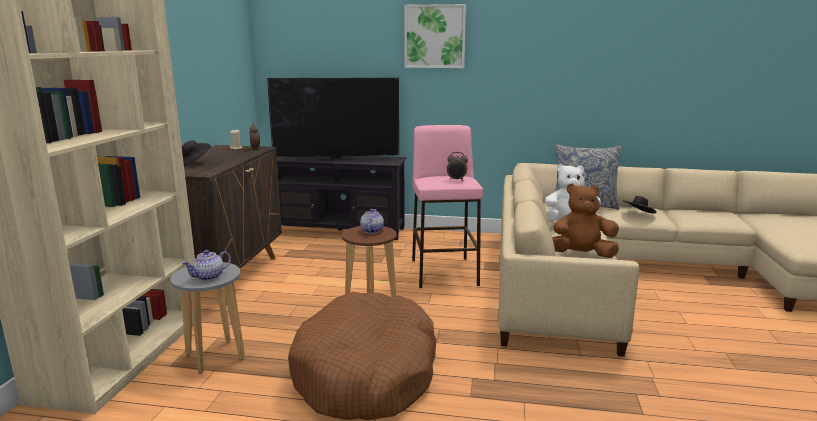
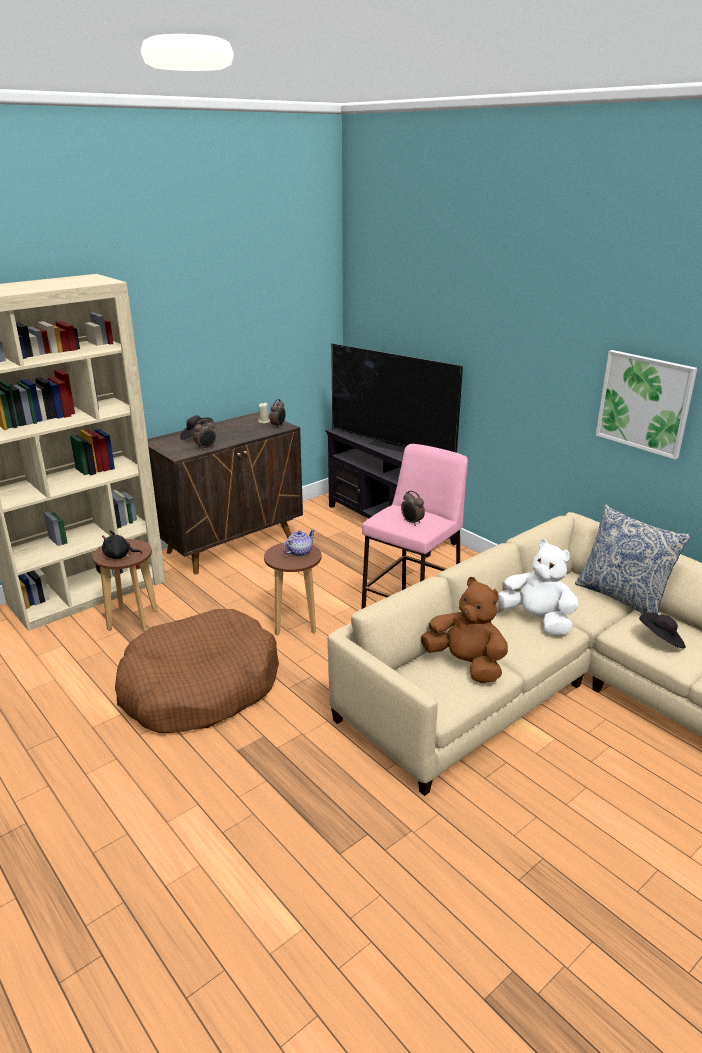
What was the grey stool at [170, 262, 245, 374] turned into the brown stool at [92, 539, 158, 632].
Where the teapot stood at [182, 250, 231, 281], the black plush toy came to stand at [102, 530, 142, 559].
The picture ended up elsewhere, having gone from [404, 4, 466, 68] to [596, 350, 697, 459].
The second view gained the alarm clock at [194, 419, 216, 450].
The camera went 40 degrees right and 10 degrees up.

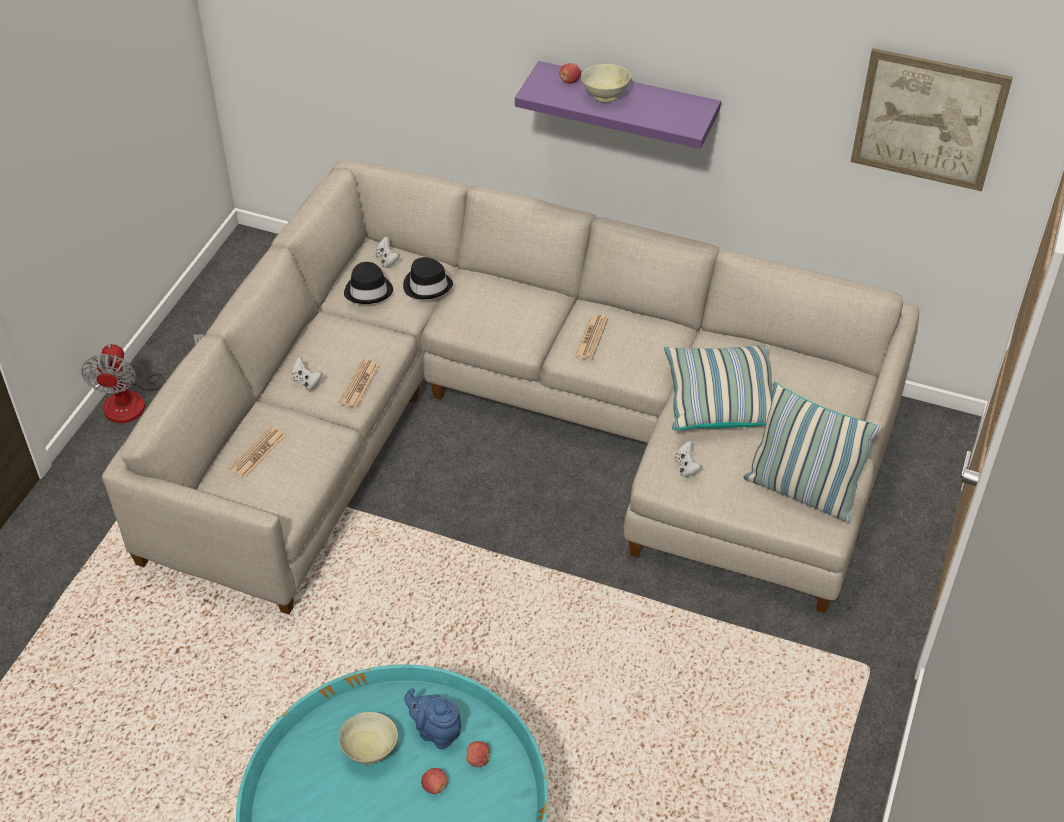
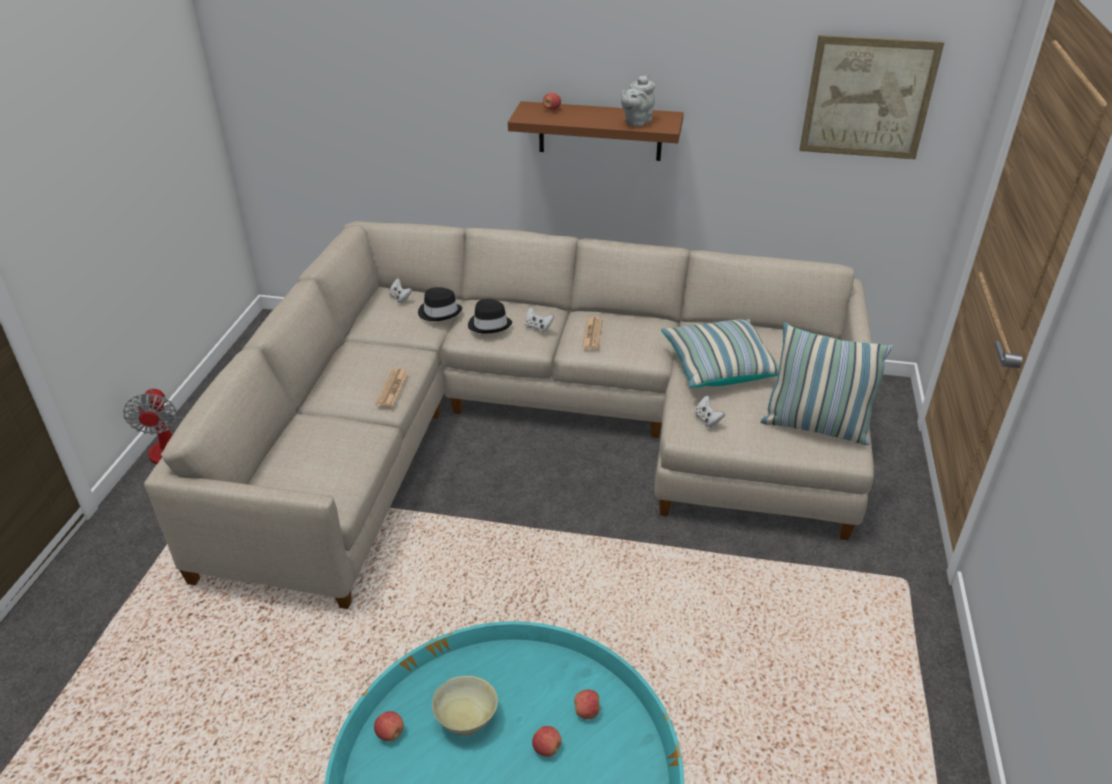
The second view lost the newspaper at [229, 427, 285, 478].
The white game controller ended up elsewhere, having gone from [291, 357, 323, 390] to [525, 308, 554, 332].
The black hat ended up elsewhere, having gone from [344, 262, 393, 304] to [468, 299, 512, 333].
The second view lost the blue teapot at [404, 688, 461, 749].
What was the purple shelf at [515, 61, 721, 149] turned into the brown shelf at [508, 101, 684, 161].
The second view lost the beige bowl at [581, 64, 631, 102].
The second view gained the apple at [374, 711, 404, 741].
The second view gained the grey teapot at [621, 75, 655, 127].
The camera went 10 degrees left and 10 degrees down.

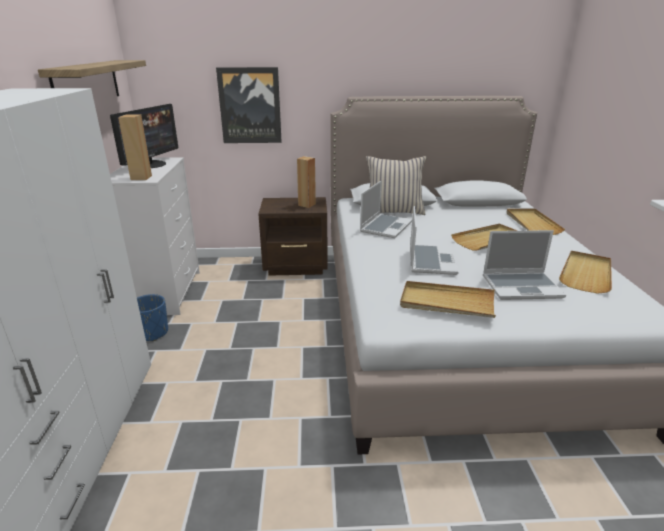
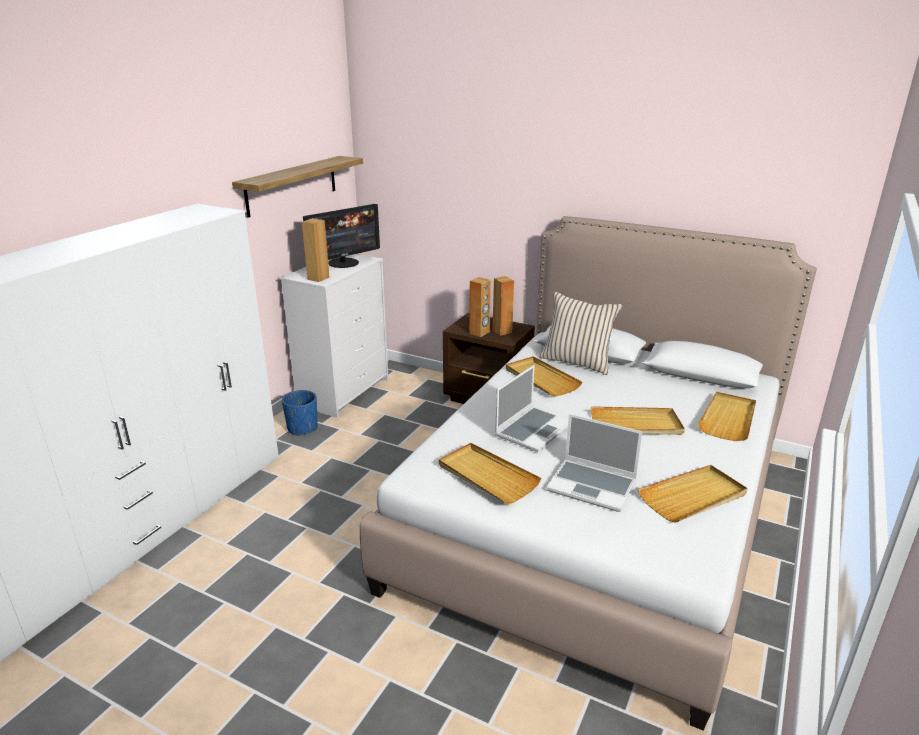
The second view lost the picture at [216, 67, 282, 143].
Where the laptop stood at [360, 181, 412, 238], the beige tray came to stand at [506, 356, 582, 397].
The second view gained the brown speaker at [469, 277, 491, 337].
The camera went 30 degrees right and 0 degrees up.

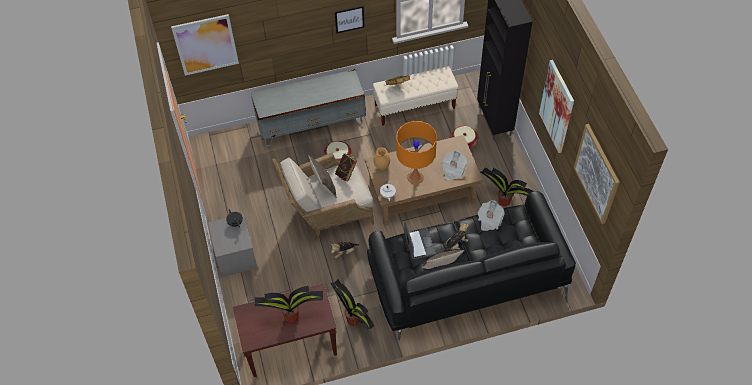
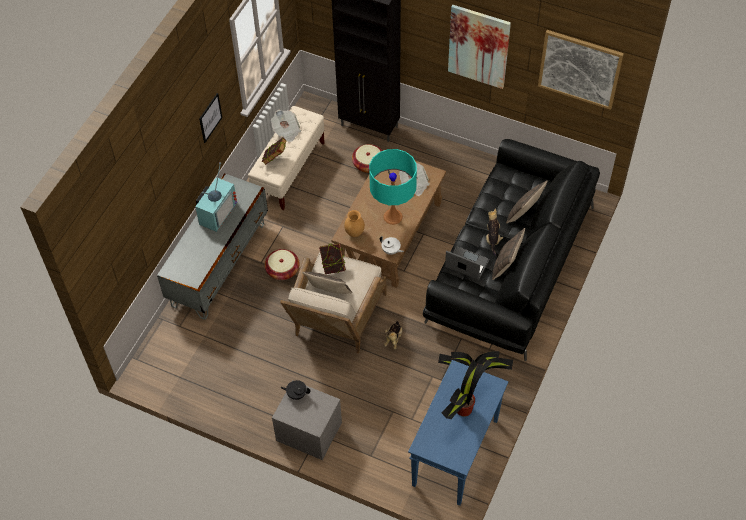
The second view lost the picture at [171, 14, 239, 75].
What was the brown console table at [233, 284, 337, 377] turned into the blue console table at [408, 360, 508, 506].
What was the orange table lamp at [396, 121, 437, 184] turned into the turquoise table lamp at [369, 149, 417, 225].
The newspaper ended up elsewhere, having gone from [478, 200, 505, 231] to [271, 110, 301, 143].
The second view lost the potted plant at [481, 167, 534, 206].
The second view gained the television at [195, 162, 237, 232].
The second view gained the pillow at [506, 180, 548, 224].
The camera went 50 degrees left and 0 degrees up.

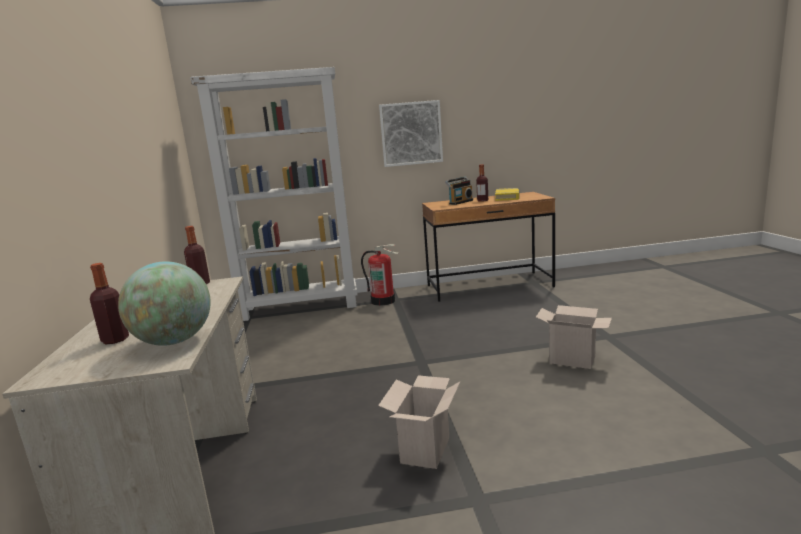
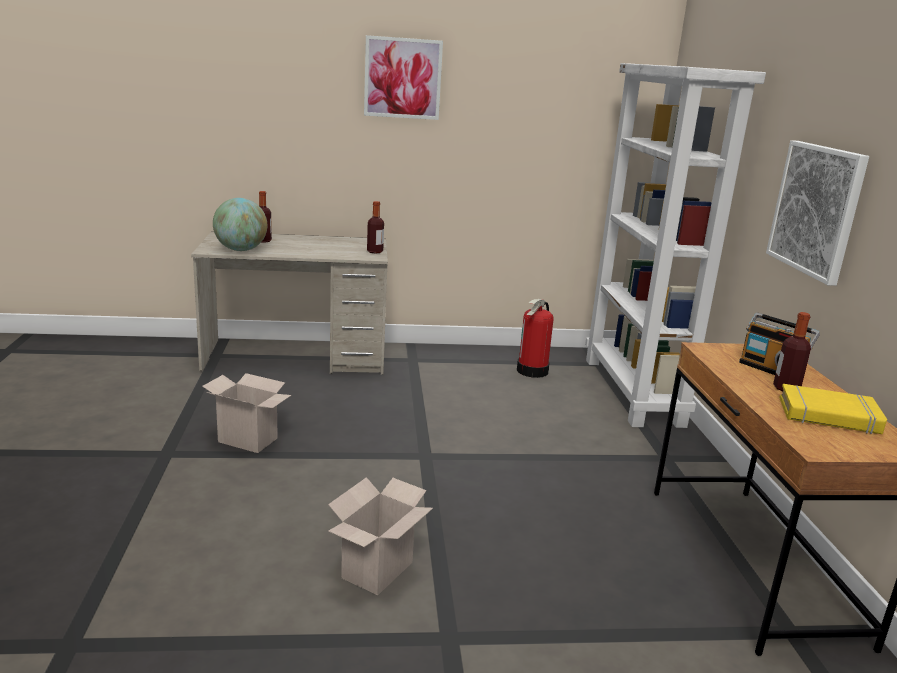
The fire extinguisher ended up elsewhere, having gone from [361, 244, 398, 306] to [517, 299, 553, 378].
The second view gained the picture at [364, 35, 443, 120].
The camera went 90 degrees right and 5 degrees up.

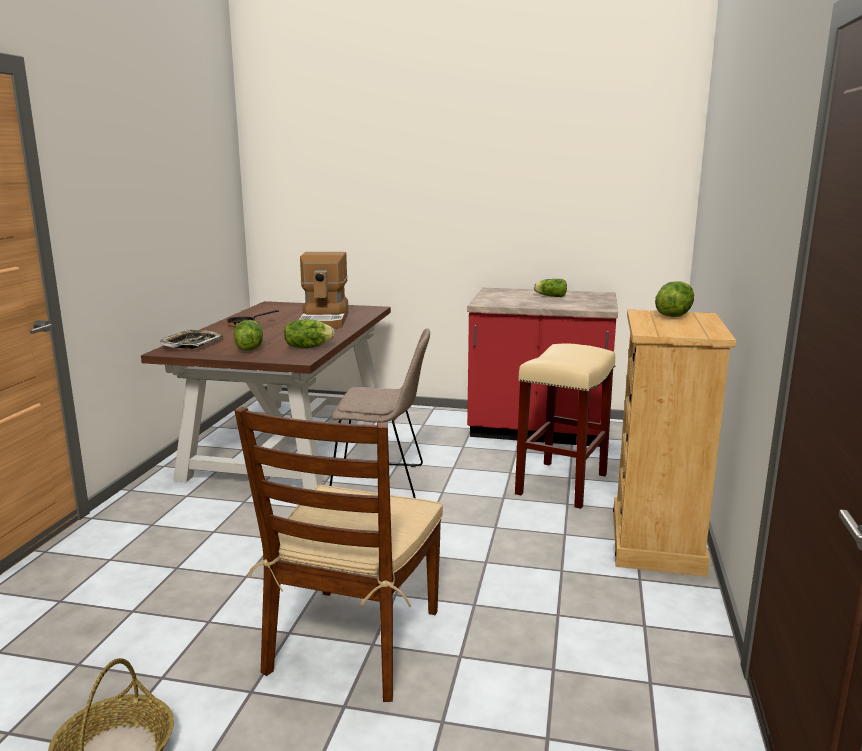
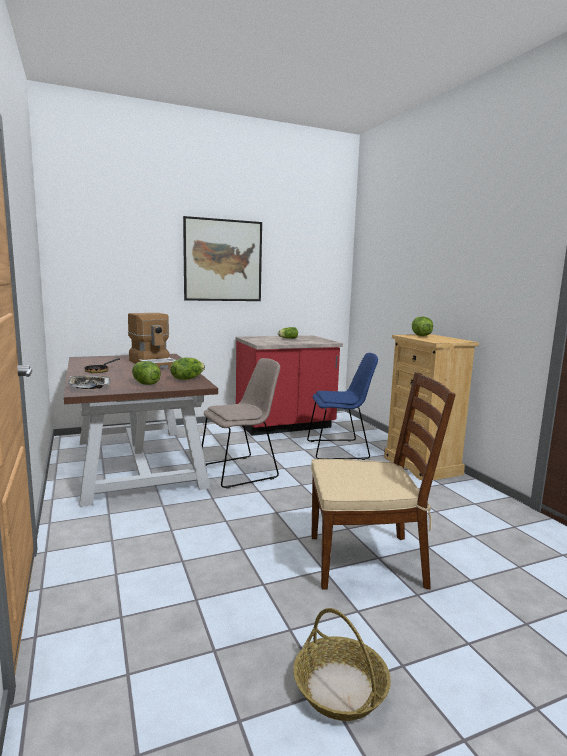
The brown chair at [234, 407, 443, 702] ended up facing another way, 75 degrees counterclockwise from before.
Where the beige stool stood at [515, 344, 616, 509], the blue chair came to stand at [307, 353, 378, 460].
The second view gained the picture at [183, 216, 262, 301].
The camera went 35 degrees left and 5 degrees down.

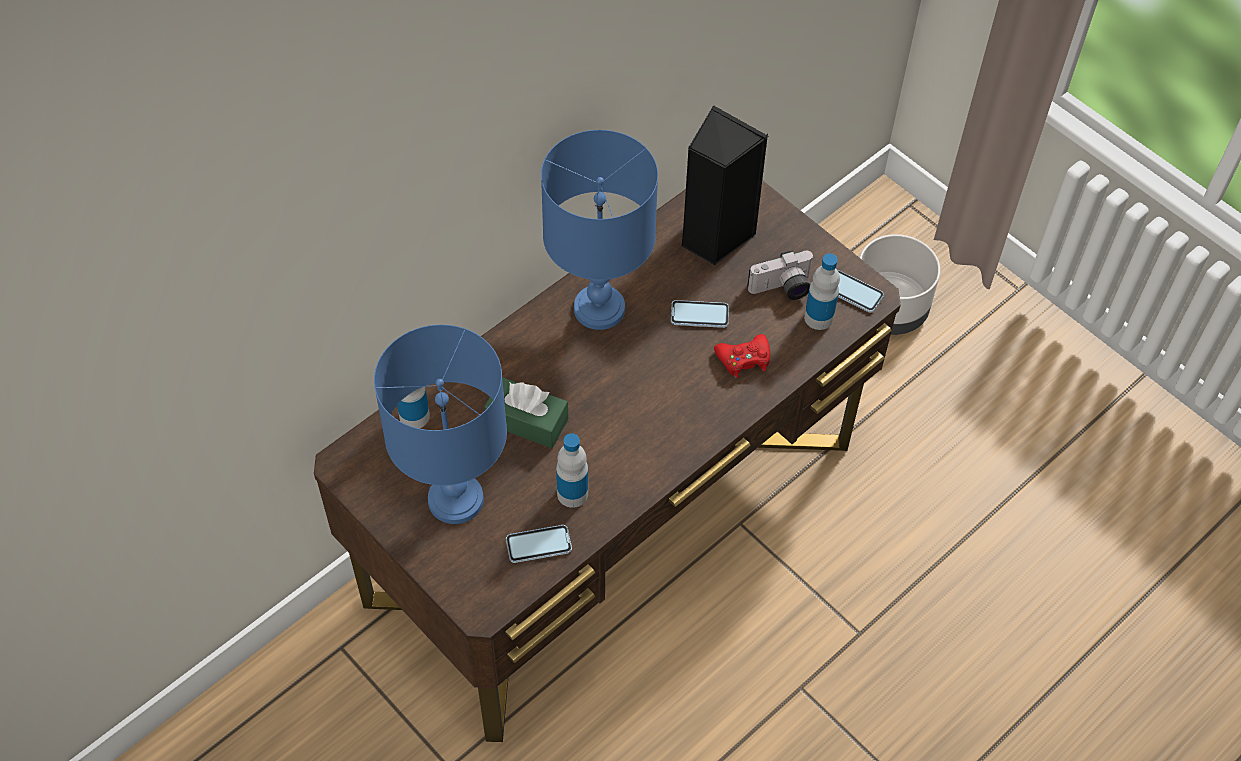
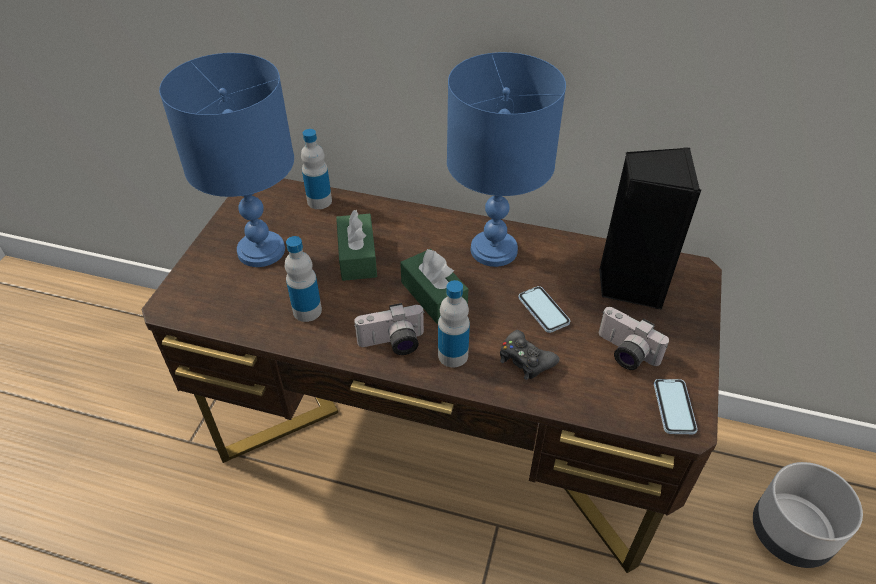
The second view lost the phone at [506, 525, 572, 563].
What was the red game controller at [714, 334, 770, 378] turned into the black game controller at [500, 330, 560, 380].
The bottle ended up elsewhere, having gone from [804, 253, 840, 330] to [438, 280, 470, 367].
The second view gained the photo camera at [354, 303, 425, 355].
The second view gained the green tissue box at [400, 249, 468, 324].
The camera went 60 degrees right and 10 degrees down.

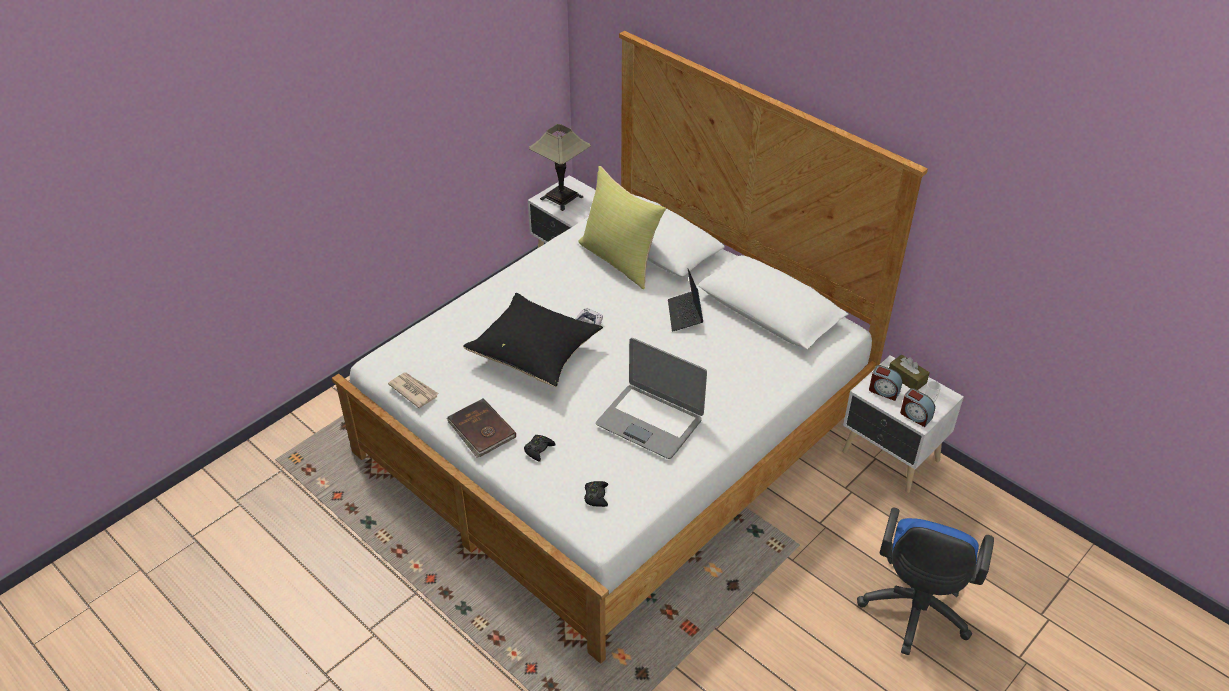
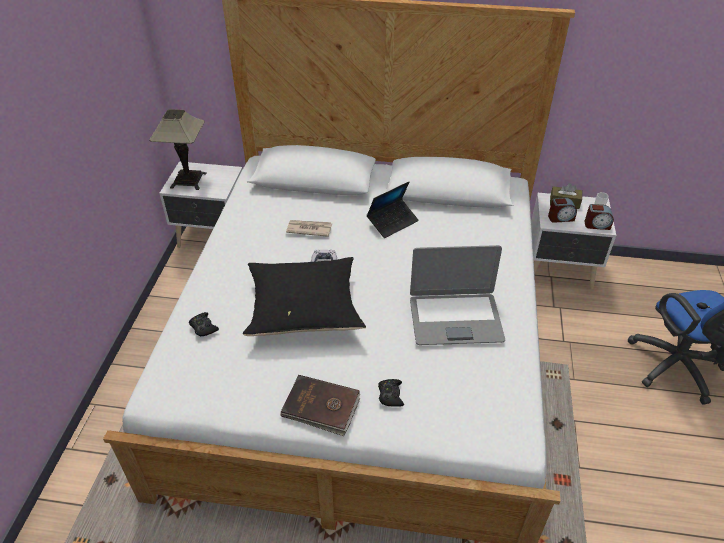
The newspaper ended up elsewhere, having gone from [388, 372, 439, 408] to [286, 220, 332, 237].
The second view lost the yellow pillow at [578, 166, 666, 289].
The black game controller ended up elsewhere, having gone from [584, 481, 608, 507] to [189, 312, 219, 336].
The laptop at [668, 269, 703, 332] ended up facing another way, 90 degrees counterclockwise from before.
The camera went 35 degrees left and 0 degrees up.

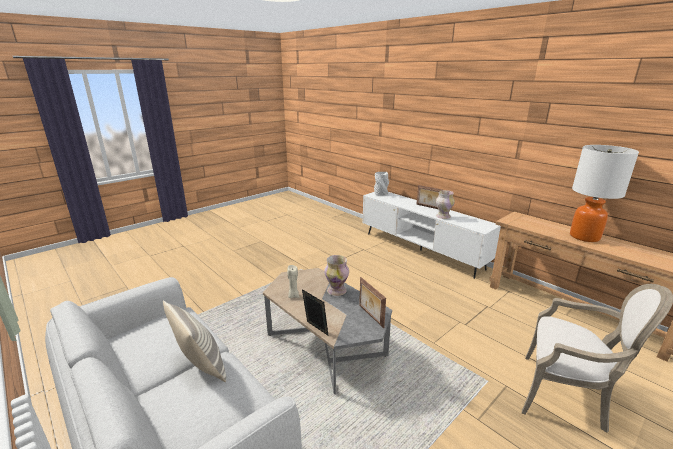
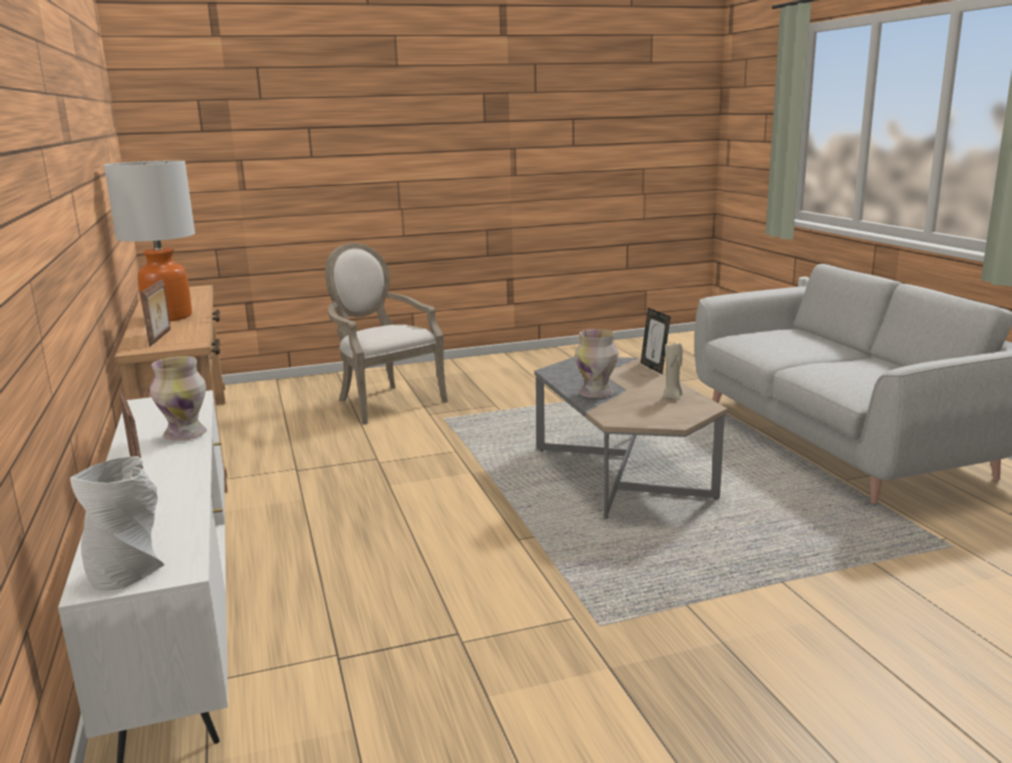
The second view lost the pillow at [163, 300, 226, 382].
The picture frame ended up elsewhere, having gone from [359, 277, 386, 328] to [140, 279, 171, 347].
The camera went 155 degrees left and 5 degrees down.

